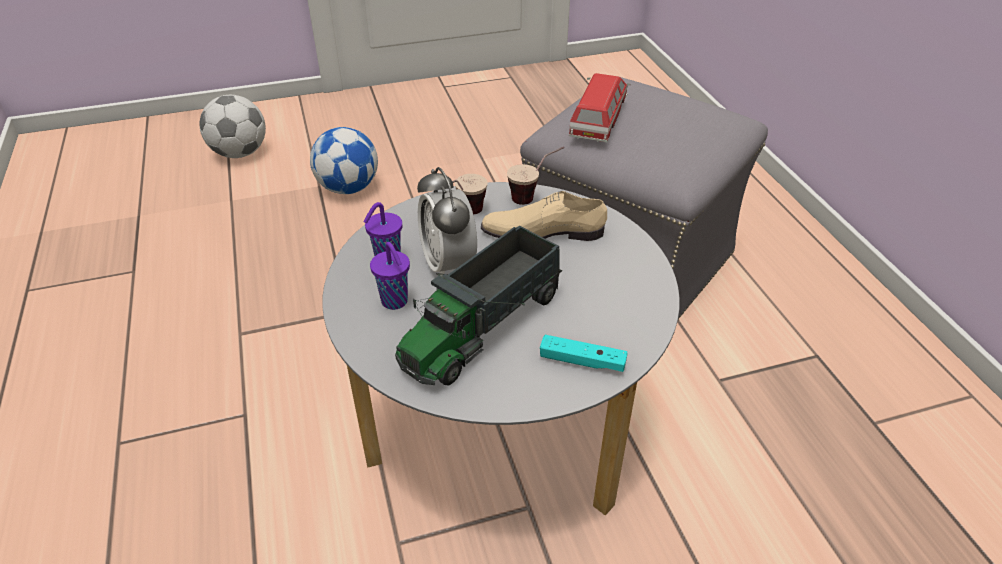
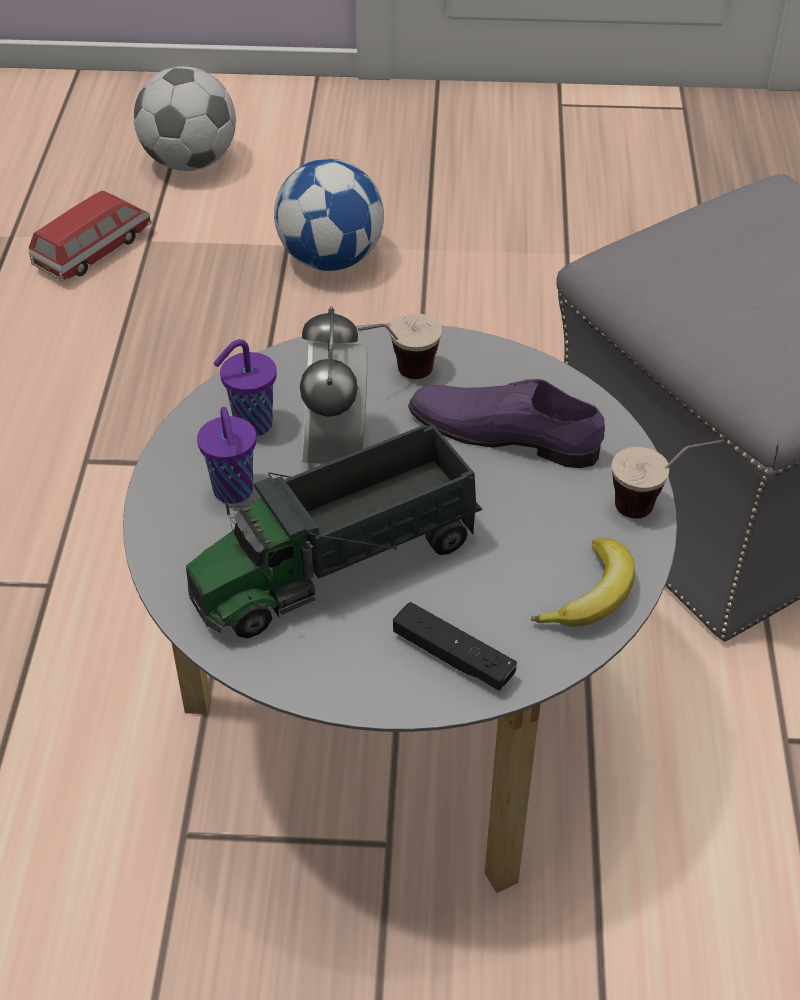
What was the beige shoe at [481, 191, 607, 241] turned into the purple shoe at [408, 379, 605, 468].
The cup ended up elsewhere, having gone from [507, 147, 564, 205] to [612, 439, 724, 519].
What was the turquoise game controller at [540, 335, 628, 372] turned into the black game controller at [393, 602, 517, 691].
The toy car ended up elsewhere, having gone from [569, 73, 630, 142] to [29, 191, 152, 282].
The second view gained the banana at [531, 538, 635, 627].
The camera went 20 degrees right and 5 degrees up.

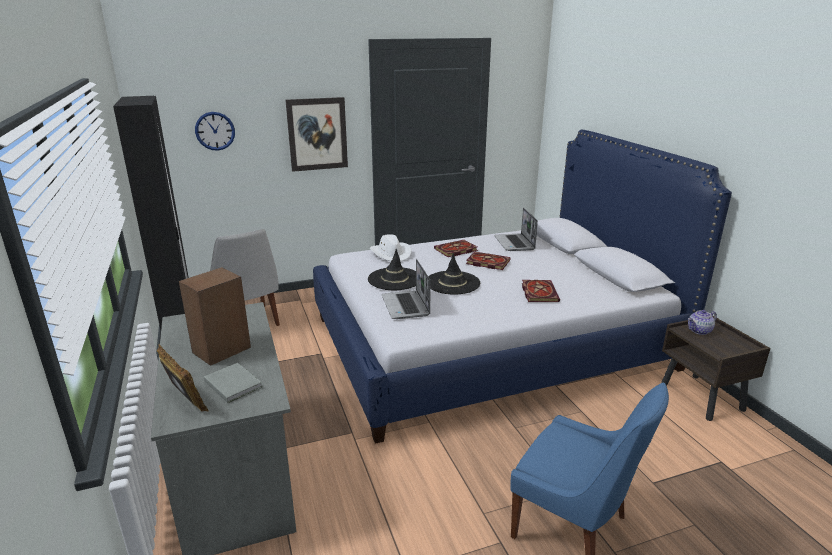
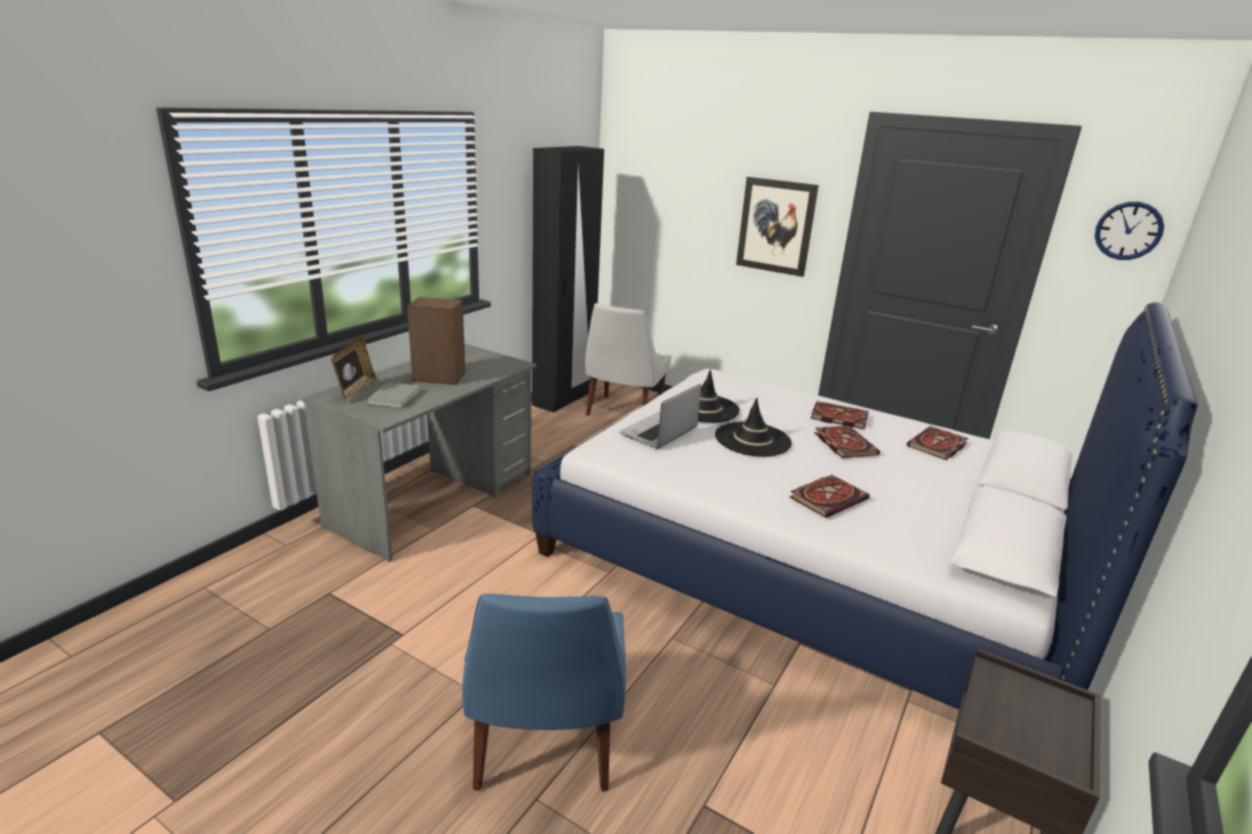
The wall clock ended up elsewhere, having gone from [195, 112, 235, 151] to [1095, 202, 1164, 260].
The second view lost the white hat at [370, 234, 412, 262].
Where the laptop stood at [494, 208, 538, 251], the book came to stand at [907, 426, 968, 460].
The second view lost the teapot at [688, 310, 717, 335].
The camera went 50 degrees right and 0 degrees up.

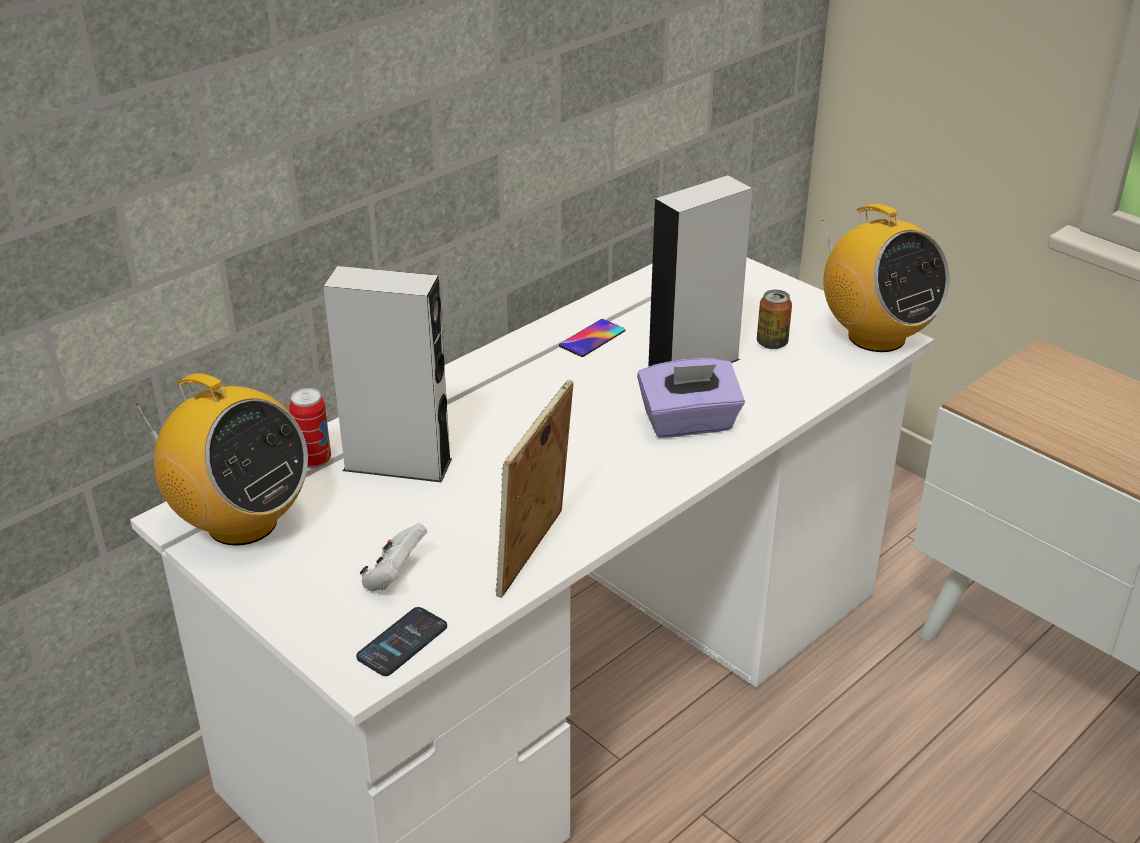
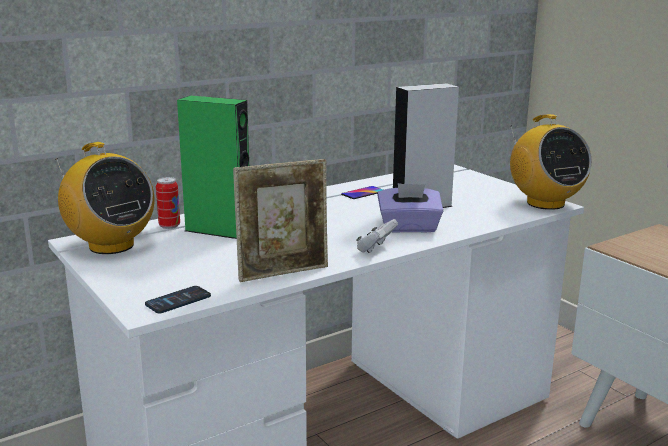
What was the grey speaker at [323, 266, 452, 482] turned into the green speaker at [177, 96, 249, 239].
The white game controller ended up elsewhere, having gone from [360, 523, 427, 592] to [356, 219, 398, 253].
The picture frame at [495, 380, 573, 598] ended up facing another way, 150 degrees counterclockwise from before.
The second view lost the can at [757, 289, 792, 349].
The camera went 10 degrees right and 15 degrees down.

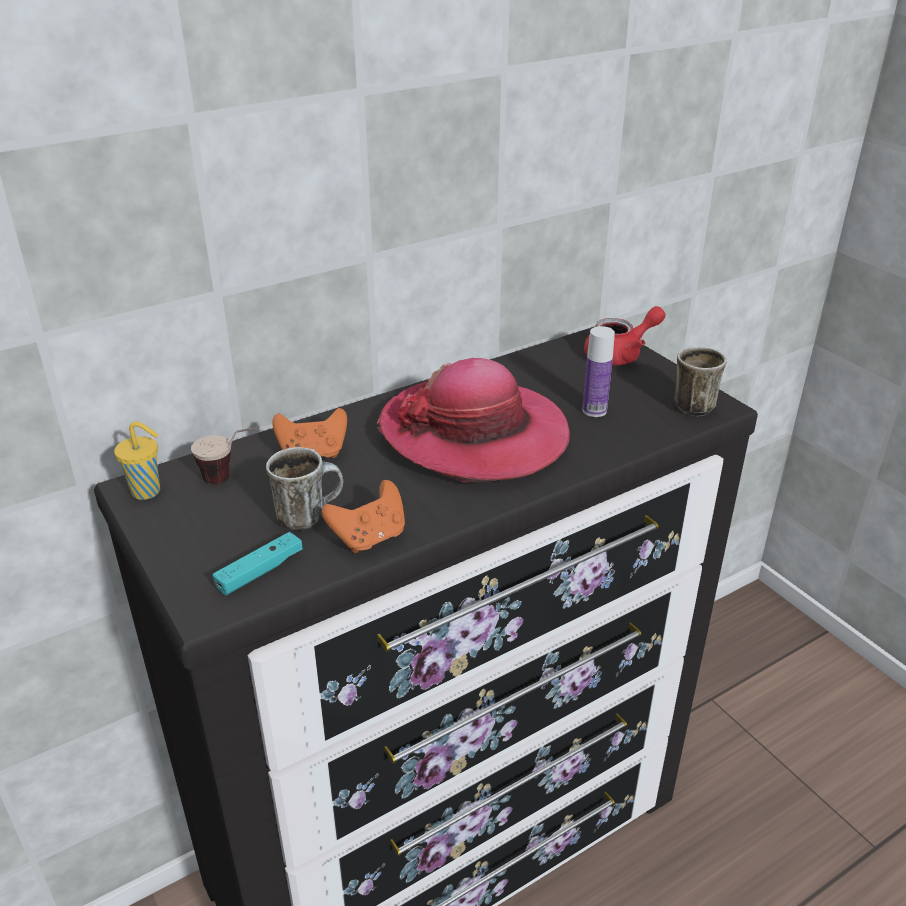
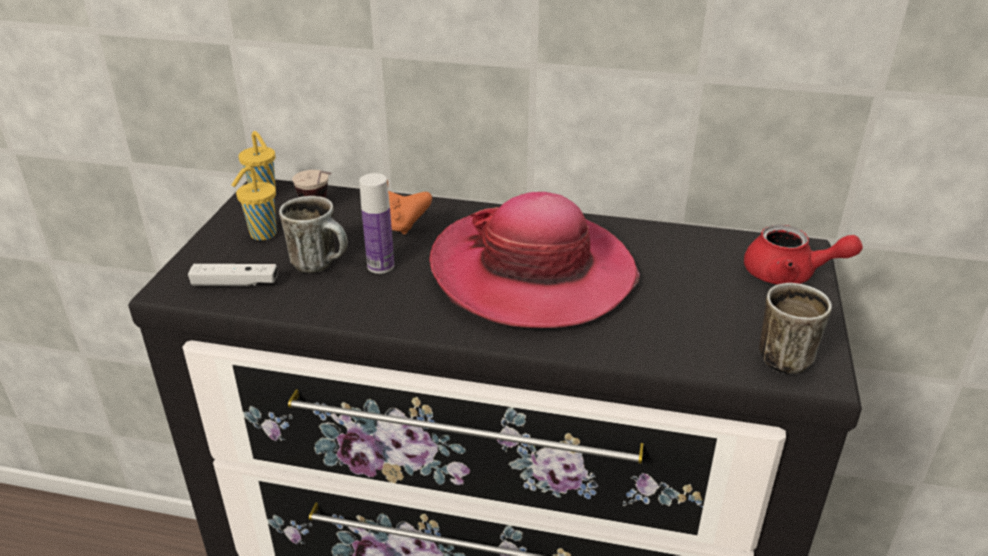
What was the turquoise game controller at [213, 532, 303, 595] turned into the white game controller at [188, 264, 278, 286].
The second view lost the orange game controller at [321, 480, 405, 553].
The bottle ended up elsewhere, having gone from [582, 326, 615, 417] to [359, 173, 394, 274].
The second view gained the yellow cup at [232, 166, 277, 241].
The camera went 45 degrees right and 0 degrees up.

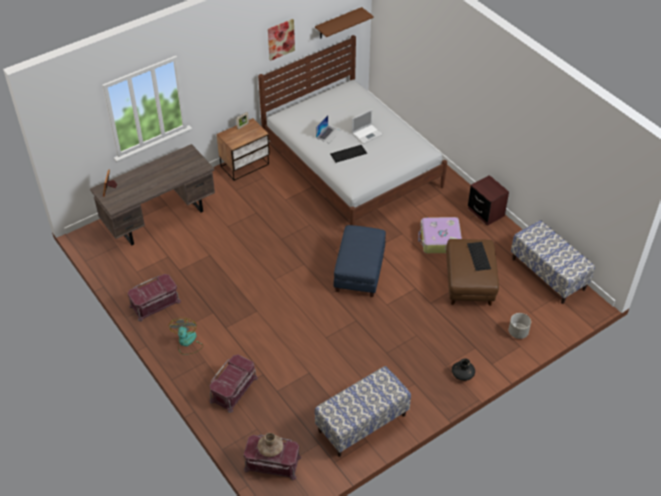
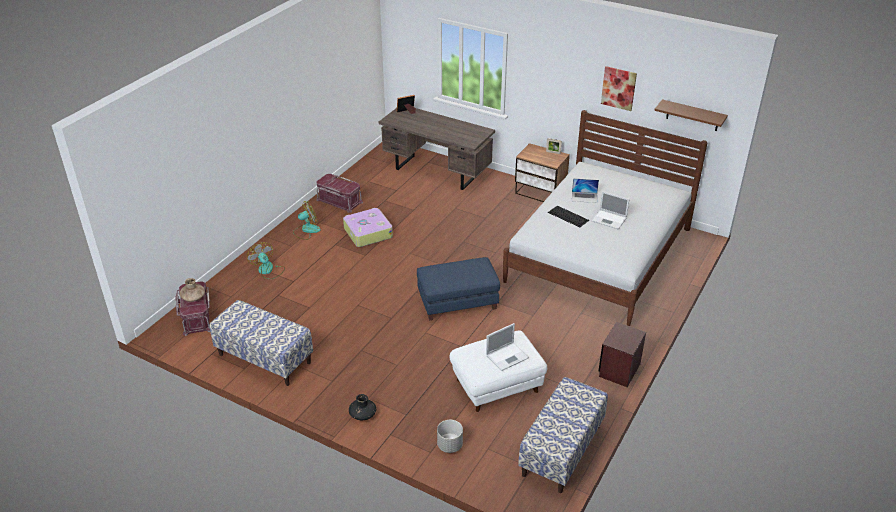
Where the red storage box stood at [209, 355, 258, 413], the fan came to stand at [247, 242, 285, 279].
The suitcase ended up elsewhere, having gone from [418, 217, 462, 253] to [343, 208, 393, 247].
What was the brown ottoman at [446, 239, 499, 306] turned into the white ottoman at [450, 331, 547, 412].
Where the keyboard stood at [467, 242, 491, 271], the laptop came to stand at [486, 323, 529, 371].
The camera went 65 degrees right and 10 degrees down.

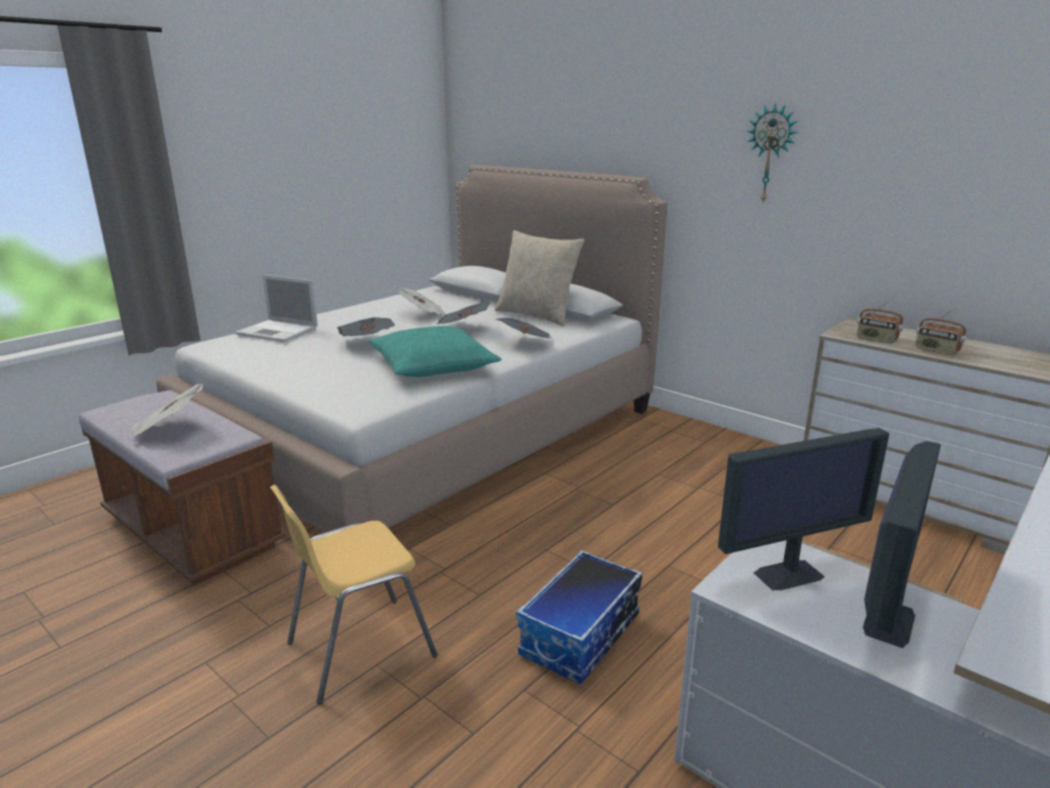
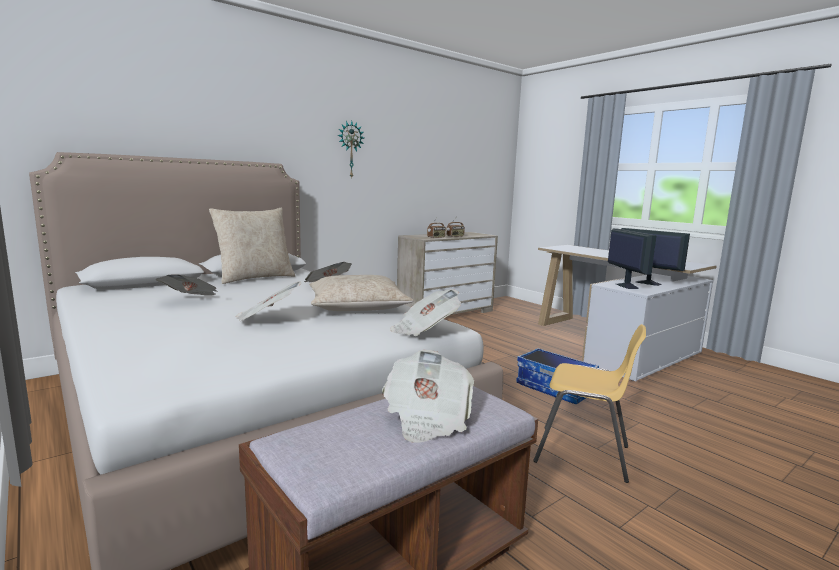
The second view lost the laptop at [235, 275, 318, 342].
The yellow chair at [270, 485, 438, 704] ended up facing another way, 45 degrees counterclockwise from before.
What was the turquoise pillow at [369, 326, 501, 377] turned into the beige pillow at [309, 275, 414, 311].
The newspaper ended up elsewhere, having gone from [437, 302, 491, 324] to [390, 289, 461, 336].
The camera went 80 degrees left and 10 degrees down.

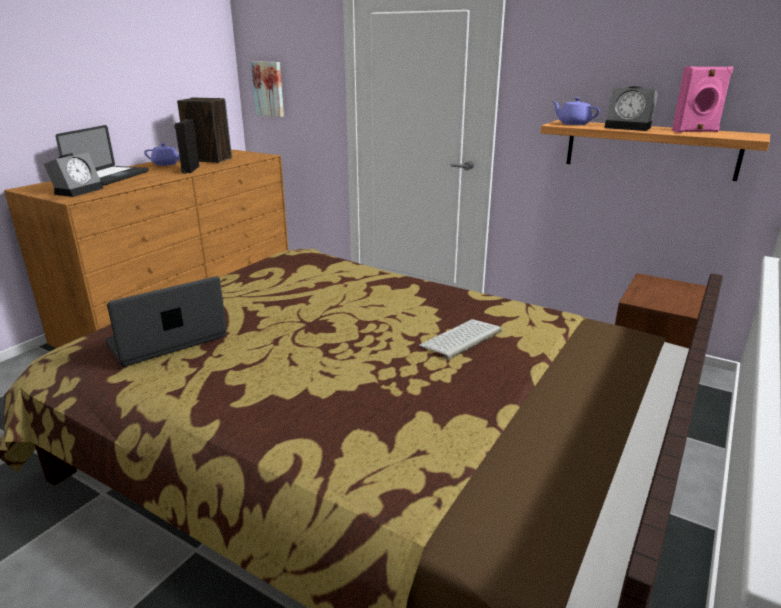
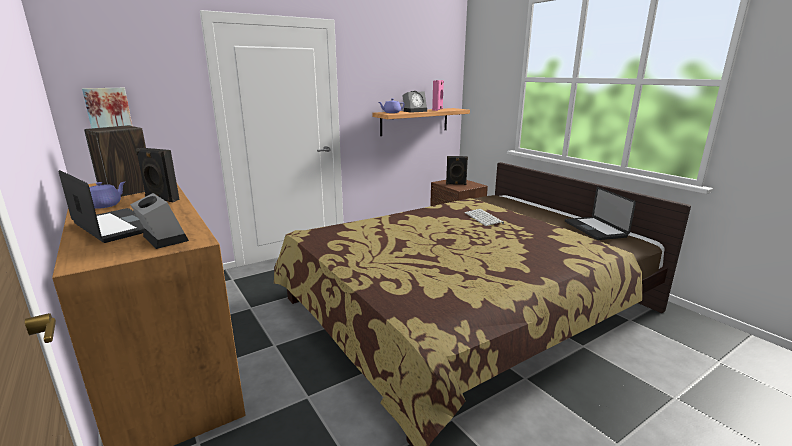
The laptop ended up elsewhere, having gone from [105, 276, 227, 367] to [565, 187, 636, 240].
The second view gained the black speaker at [446, 156, 468, 185].
The camera went 65 degrees left and 5 degrees down.

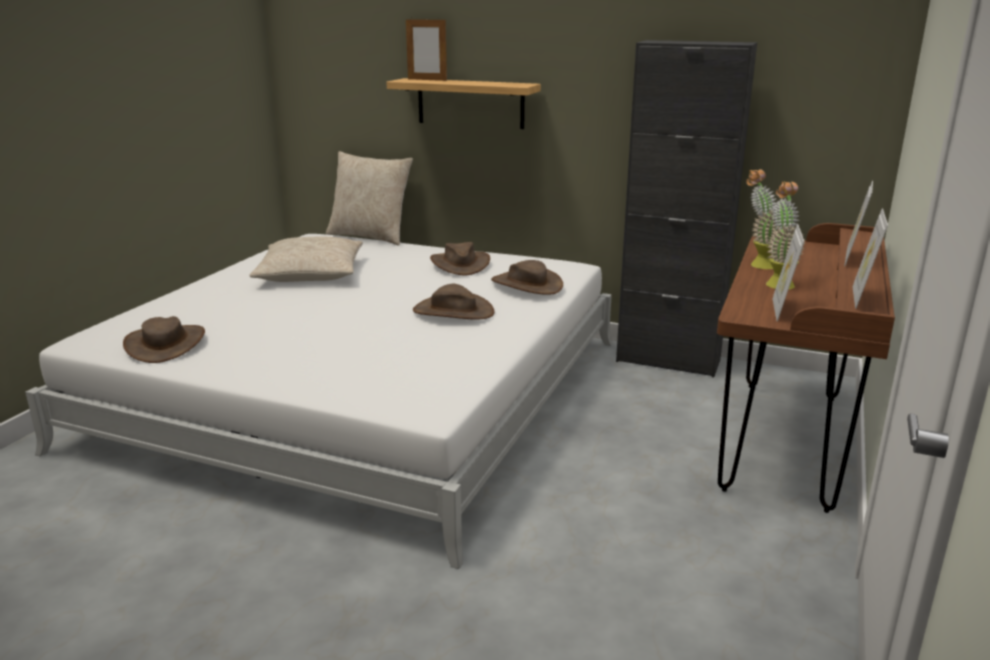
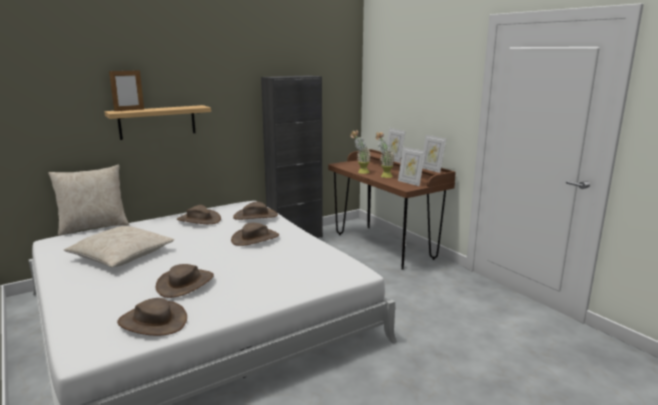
The second view gained the brown hat at [156, 264, 214, 298].
The camera went 55 degrees left and 5 degrees down.

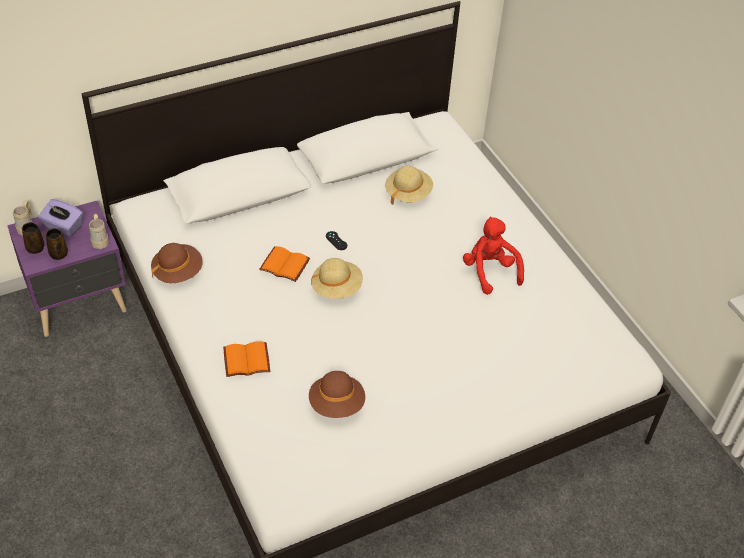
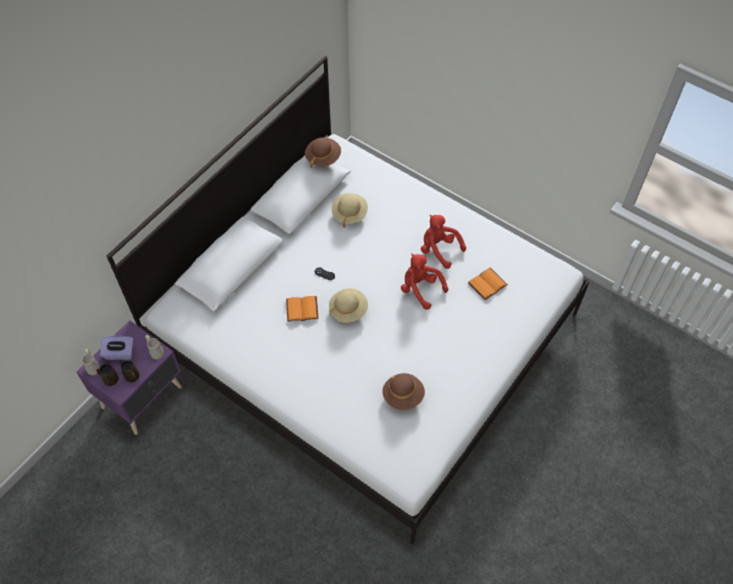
The brown hat ended up elsewhere, having gone from [151, 243, 203, 283] to [305, 137, 341, 169].
The orange book ended up elsewhere, having gone from [223, 341, 270, 377] to [468, 268, 508, 301].
The second view gained the red plush toy at [401, 254, 448, 310].
The camera went 25 degrees left and 10 degrees up.

